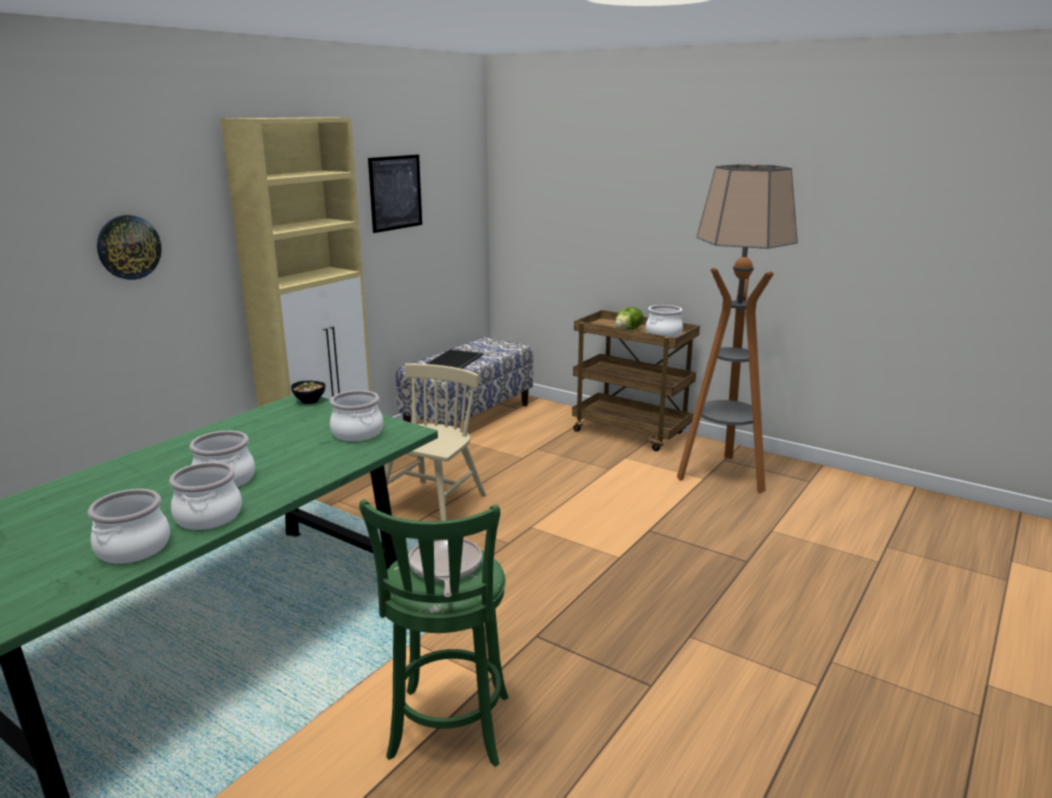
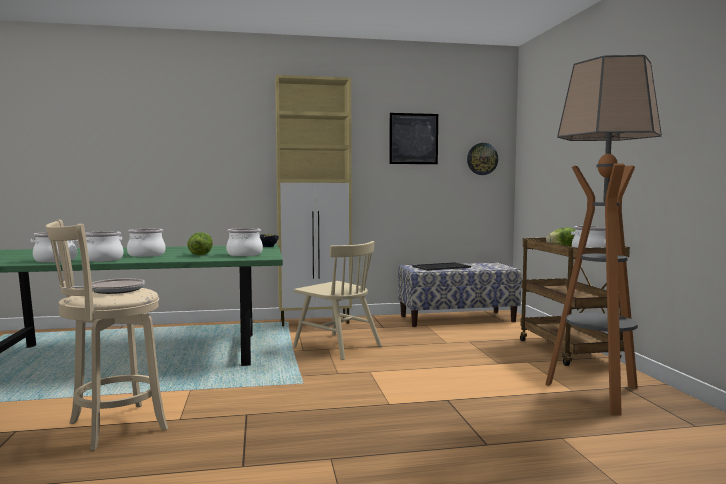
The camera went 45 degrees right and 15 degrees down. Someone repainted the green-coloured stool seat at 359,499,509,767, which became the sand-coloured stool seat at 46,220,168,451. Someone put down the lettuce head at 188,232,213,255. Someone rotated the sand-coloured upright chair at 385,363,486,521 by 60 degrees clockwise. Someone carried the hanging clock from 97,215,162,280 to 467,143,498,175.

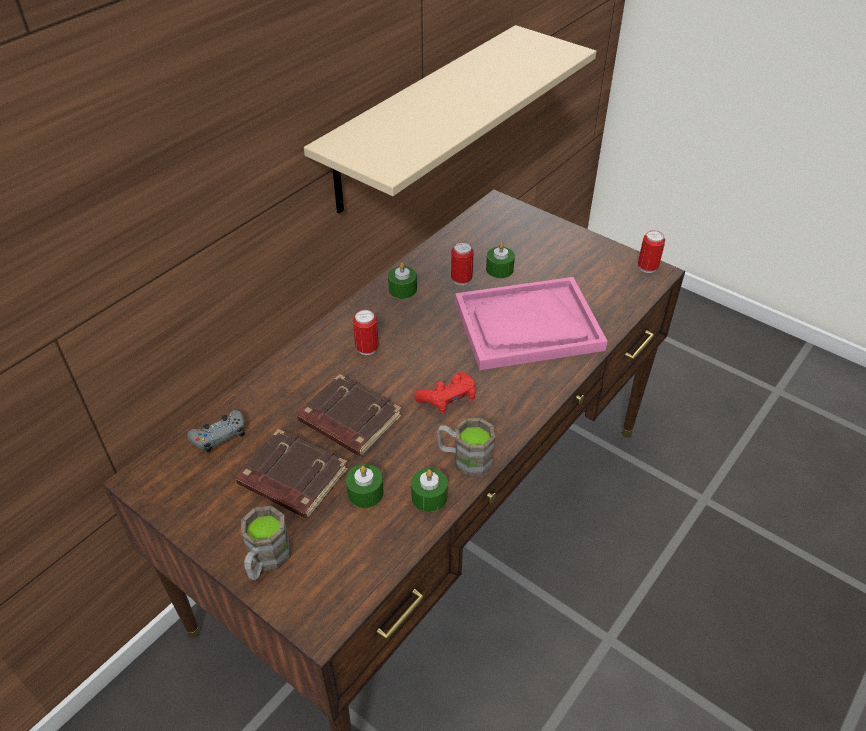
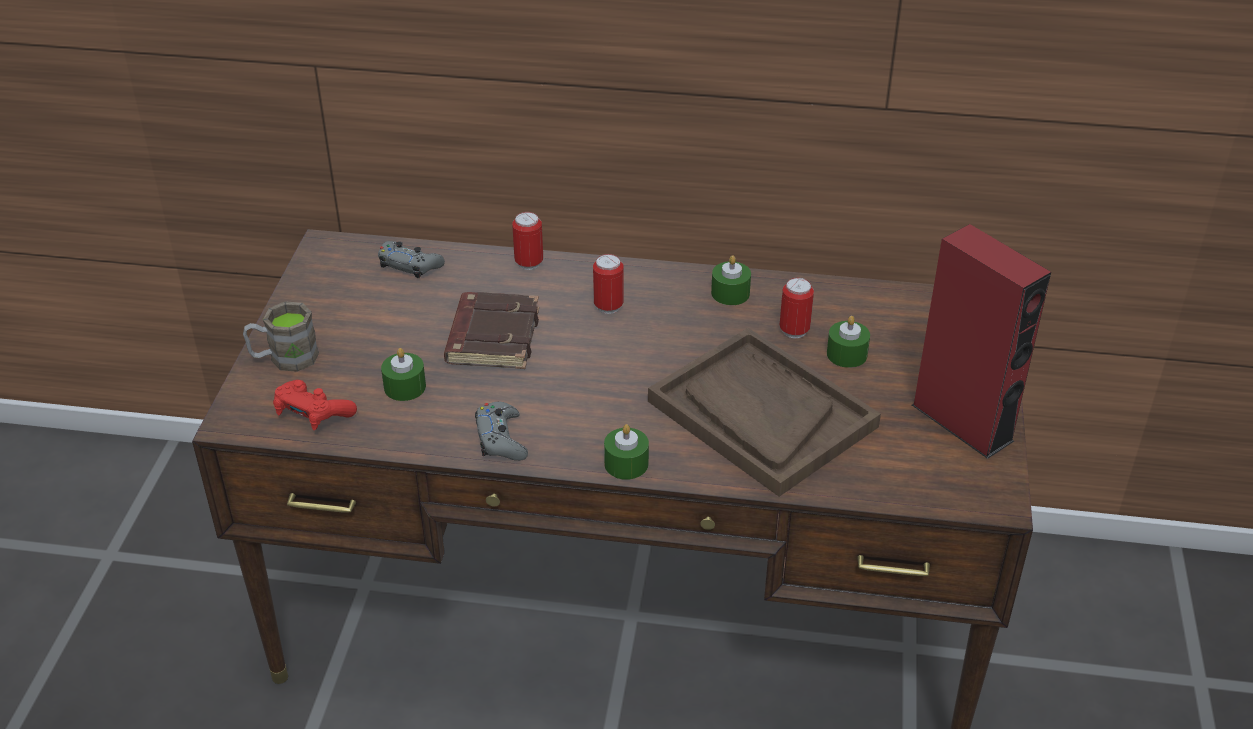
The camera went 60 degrees right and 5 degrees down. Someone carried the red-coloured game controller from 414,372,476,414 to 273,380,357,430. Someone swapped the brownish tea mug at 437,418,495,477 for the grey game controller at 475,401,528,461. Someone carried the metal can from 638,231,665,273 to 512,212,543,270. Someone carried the green-coloured wax light from 411,468,448,512 to 604,424,649,480. Someone repainted the pink carrying tray at 455,277,608,370, which became the brownish carrying tray at 648,328,881,497. Someone put down the red-coloured speaker at 912,224,1051,459. Someone took away the brownish bound book at 236,429,348,519. Someone took away the sand-coloured wall shelf at 304,25,597,213.

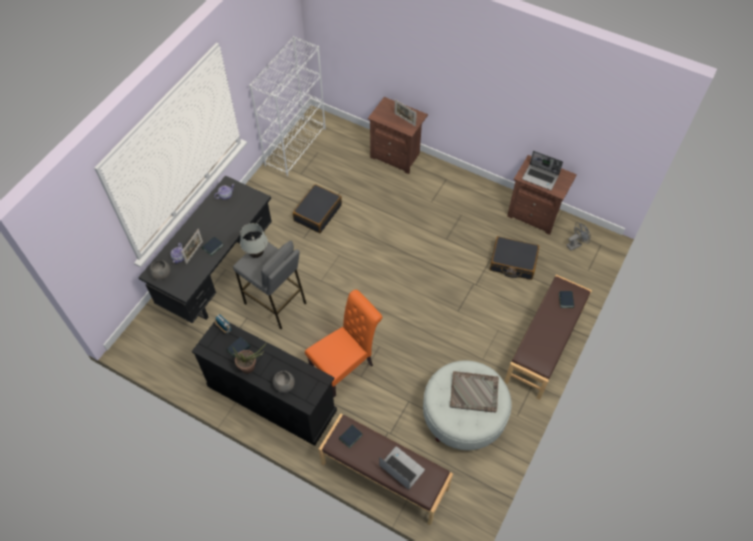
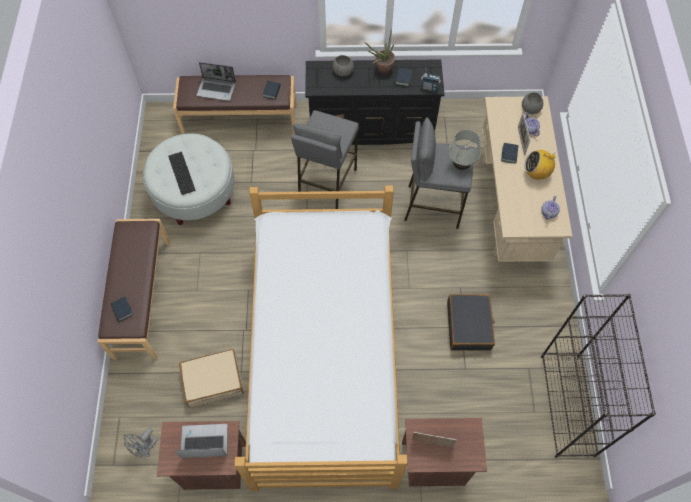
The camera went 150 degrees right and 5 degrees up. Someone swapped the grey carrying tray at 450,371,499,413 for the computer keyboard at 168,152,196,195. Someone repainted the black travel case at 490,236,539,280, which became the sand-coloured travel case at 179,349,244,408. Someone put down the bedroom bed at 234,185,408,491. Someone swapped the orange-coloured upright chair at 305,290,382,397 for the grey stool seat at 291,110,359,209. Someone repainted the black desk at 138,175,272,323, which became the sand-coloured desk at 482,96,572,262. Someone put down the radio at 525,150,558,180. Someone repainted the white bookcase at 249,36,325,176, which became the black bookcase at 541,294,656,458.

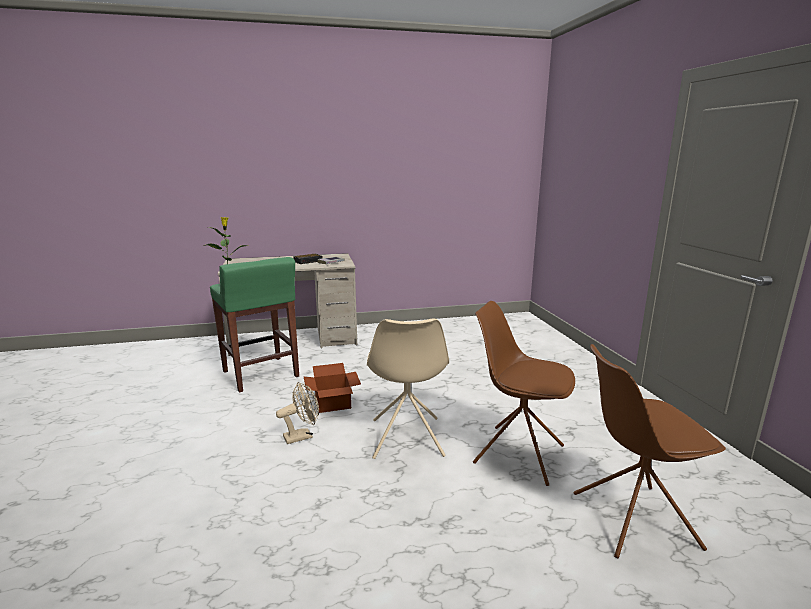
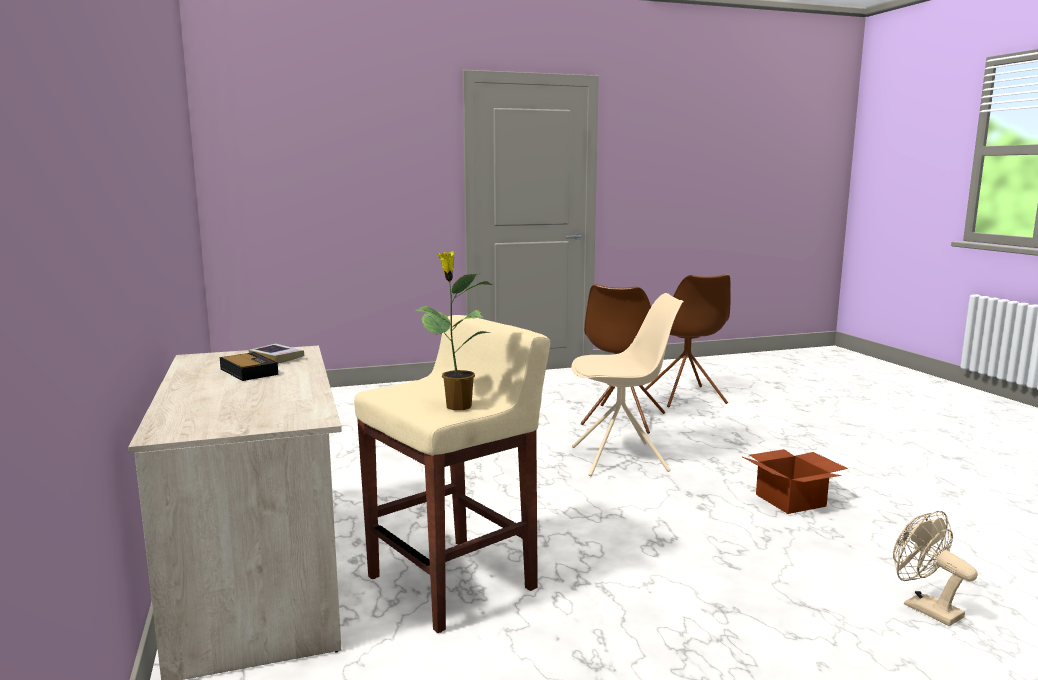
The camera went 95 degrees left and 5 degrees down. Someone repainted the green-coloured stool seat at 210,257,299,393, which became the sand-coloured stool seat at 354,315,550,633. Someone carried the packing box from 304,363,361,413 to 743,449,848,514. Someone carried the sand-coloured electric fan from 276,382,319,444 to 893,511,978,626.

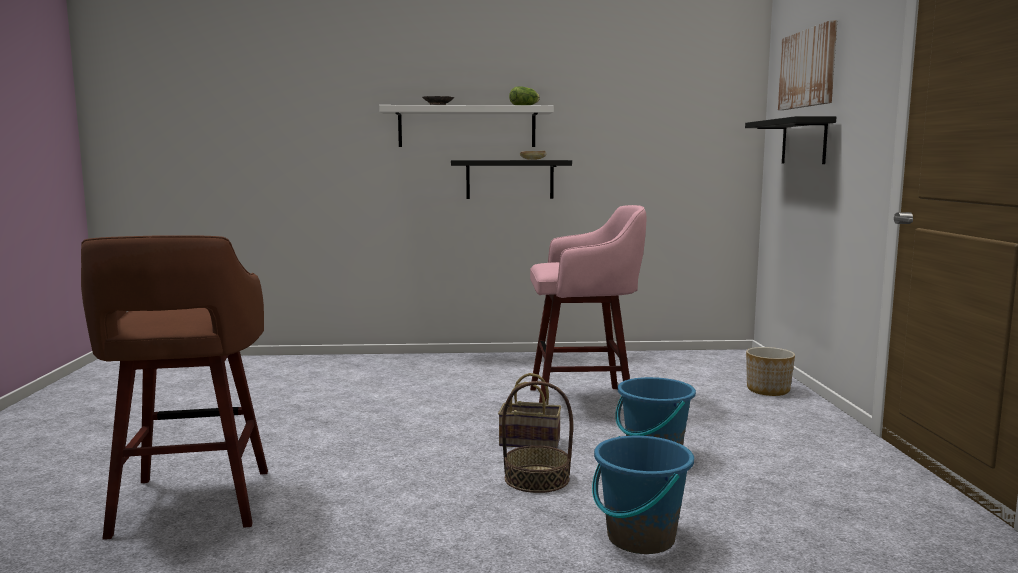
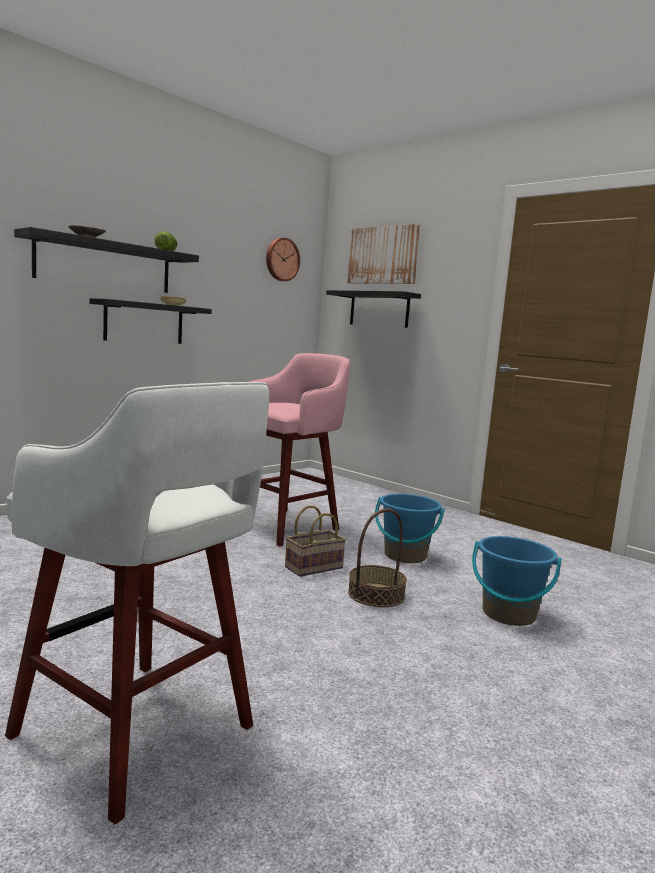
The camera went 45 degrees left and 0 degrees up. Someone repainted the brownish stool seat at 81,235,268,540, which became the white stool seat at 5,382,269,824. Someone repainted the white wall shelf at 379,105,553,147, which became the black wall shelf at 14,227,199,293. Someone put up the hanging clock at 266,238,300,281. Someone took away the plant pot at 746,347,795,396.

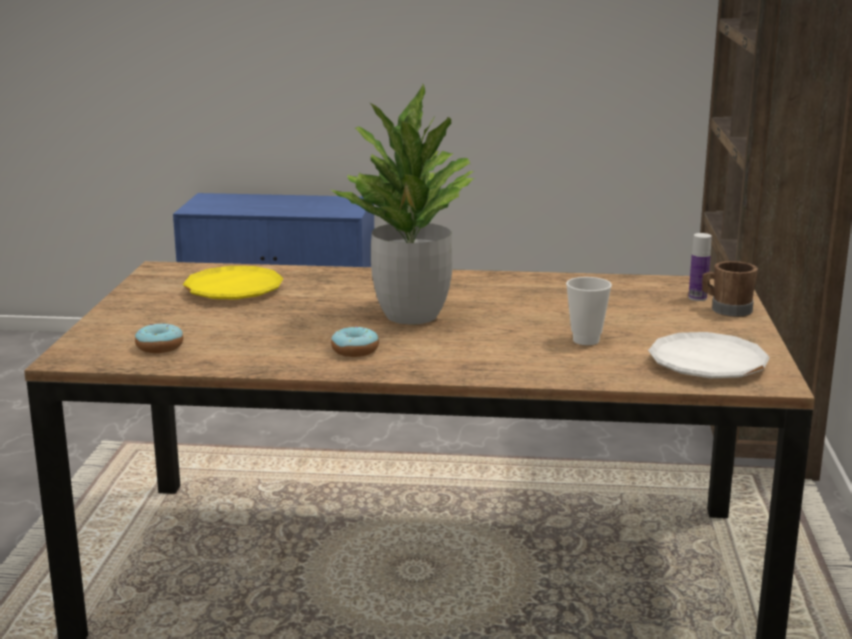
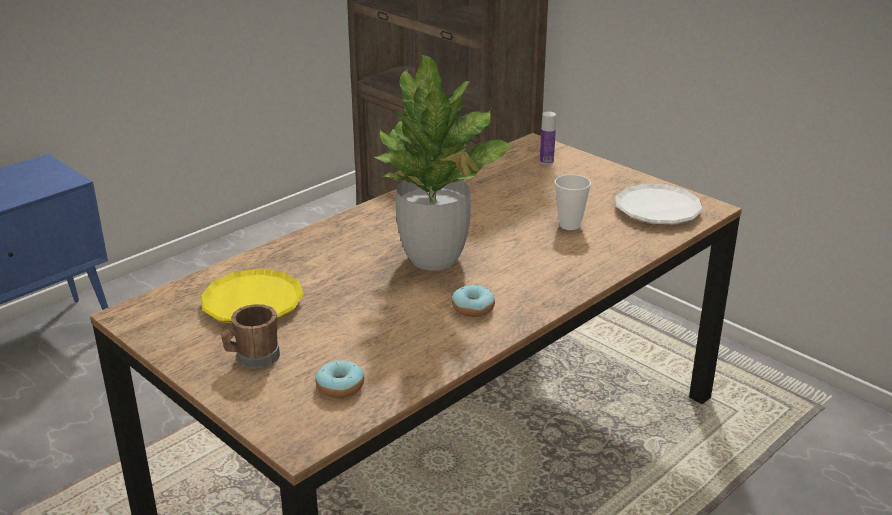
The camera went 50 degrees left and 10 degrees up. Someone carried the brownish tea mug from 702,261,758,317 to 221,304,280,369.

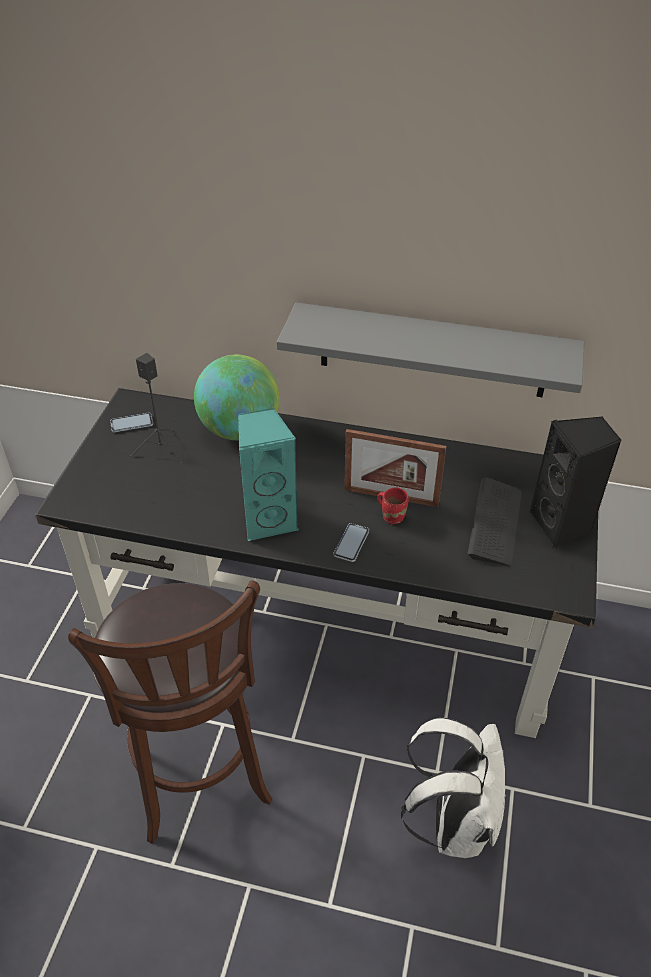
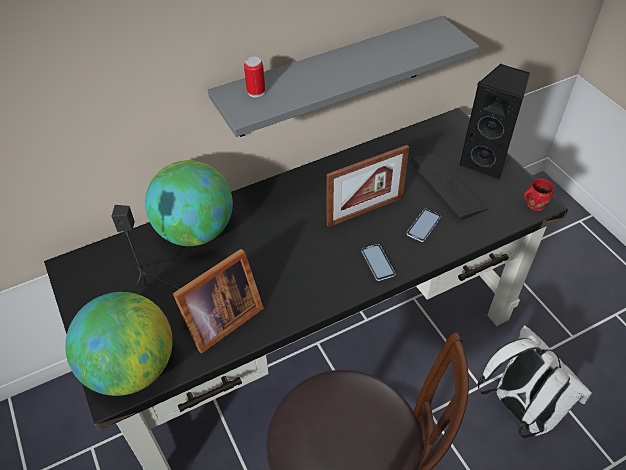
The camera went 40 degrees left and 5 degrees up. Someone put down the world globe at 65,292,173,396. Someone put down the photo frame at 173,249,264,354. Someone put down the metal can at 244,57,265,97. Someone carried the telephone from 110,413,153,432 to 407,209,441,242. Someone carried the red-coloured tea mug from 377,487,409,524 to 523,179,554,211. Someone took away the turquoise speaker at 238,408,299,542.

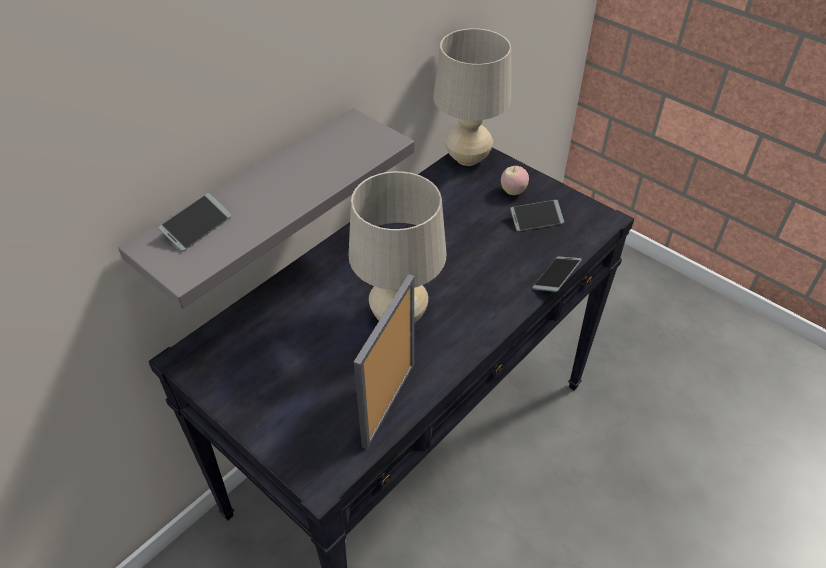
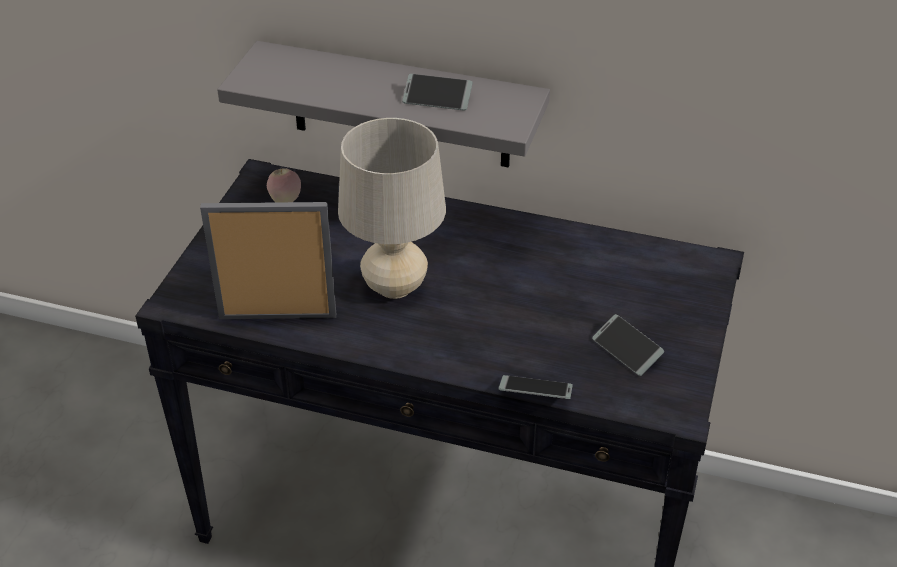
The camera went 65 degrees right and 5 degrees down. Someone carried the whole apple from 501,166,529,195 to 267,168,301,203. Someone carried the telephone from 158,193,232,251 to 402,74,473,110. Someone took away the sand-coloured tabletop lamp at 433,28,511,166.

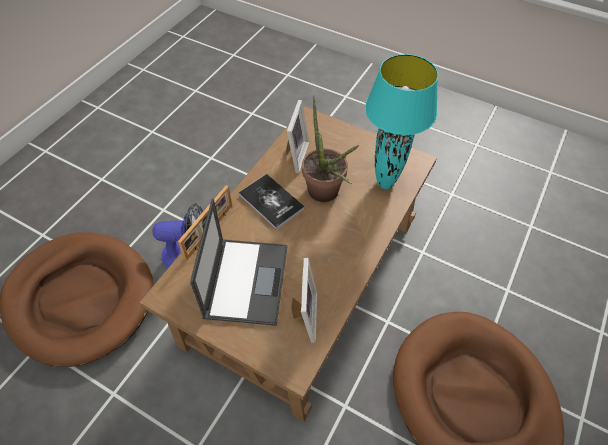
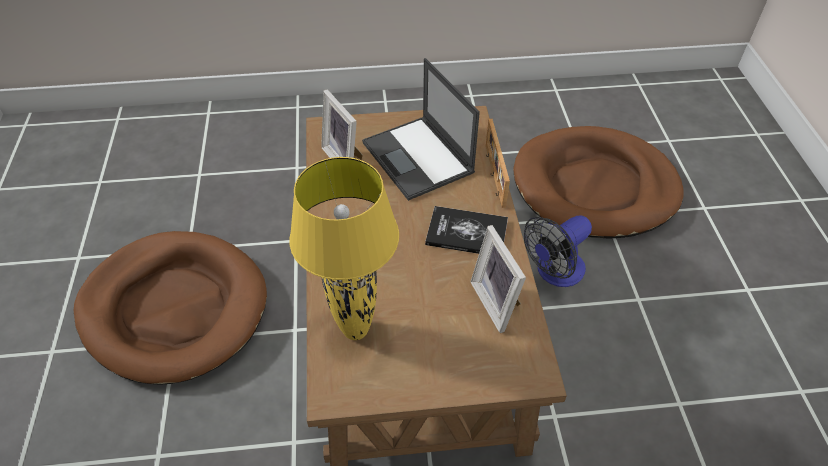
The camera went 145 degrees right and 5 degrees down. Someone repainted the turquoise tabletop lamp at 365,54,438,189, which became the yellow-coloured tabletop lamp at 289,157,399,340. Someone took away the houseplant at 302,96,359,202.

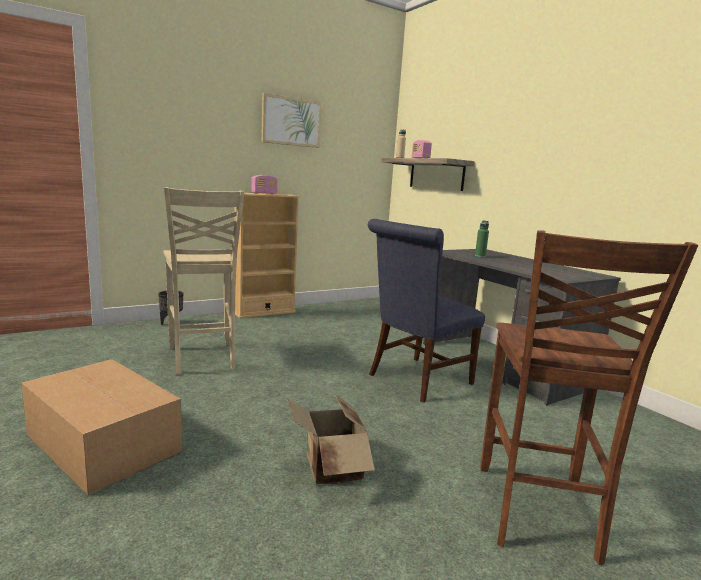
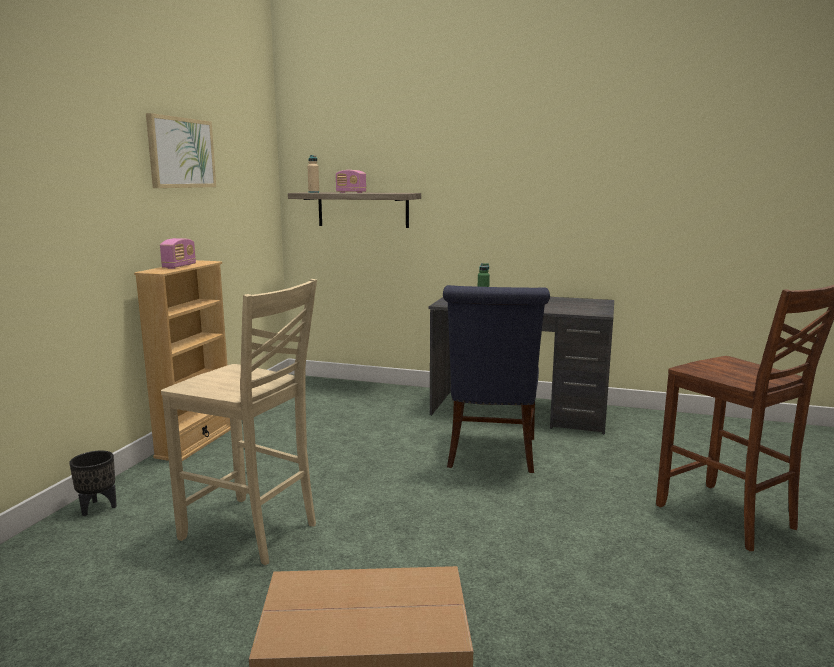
The camera went 40 degrees left and 0 degrees up. Someone took away the packing box at 287,394,375,484.

